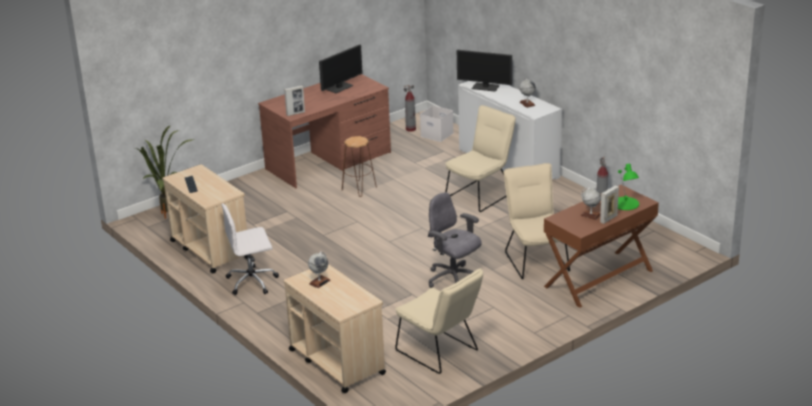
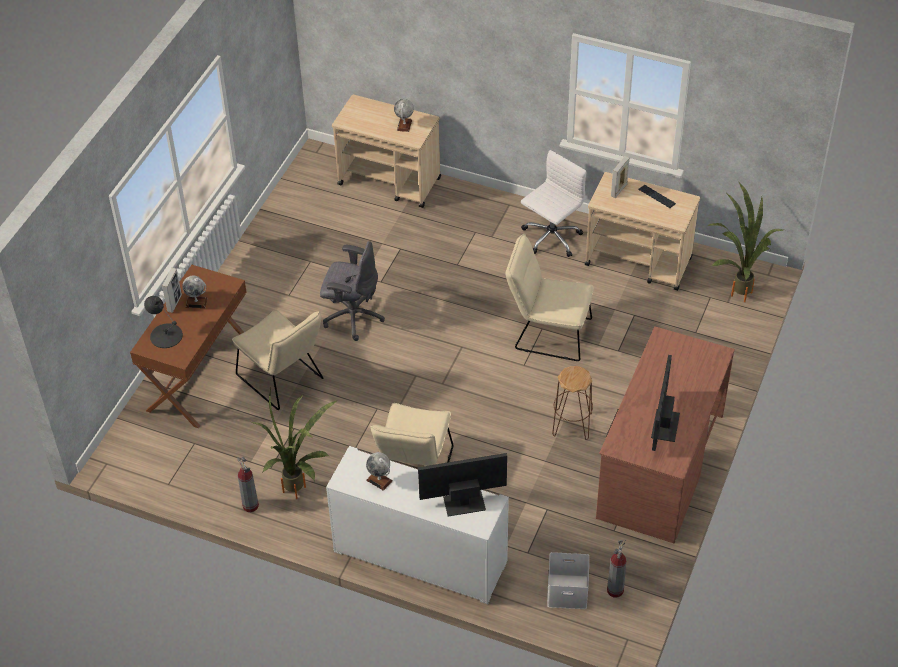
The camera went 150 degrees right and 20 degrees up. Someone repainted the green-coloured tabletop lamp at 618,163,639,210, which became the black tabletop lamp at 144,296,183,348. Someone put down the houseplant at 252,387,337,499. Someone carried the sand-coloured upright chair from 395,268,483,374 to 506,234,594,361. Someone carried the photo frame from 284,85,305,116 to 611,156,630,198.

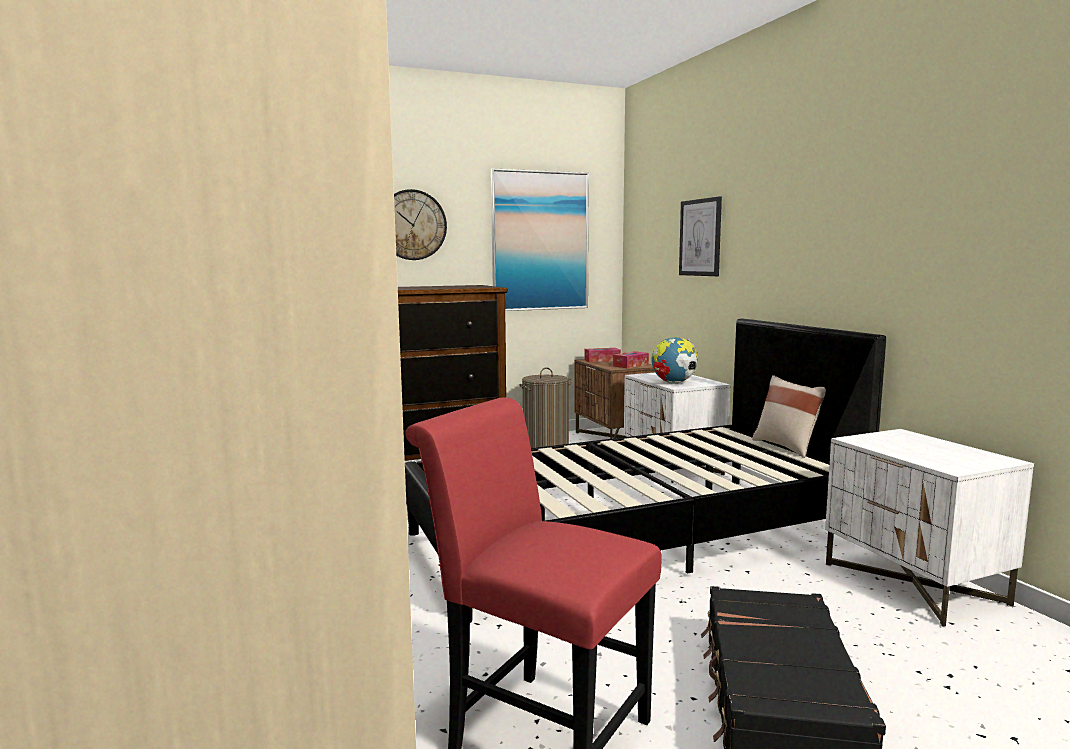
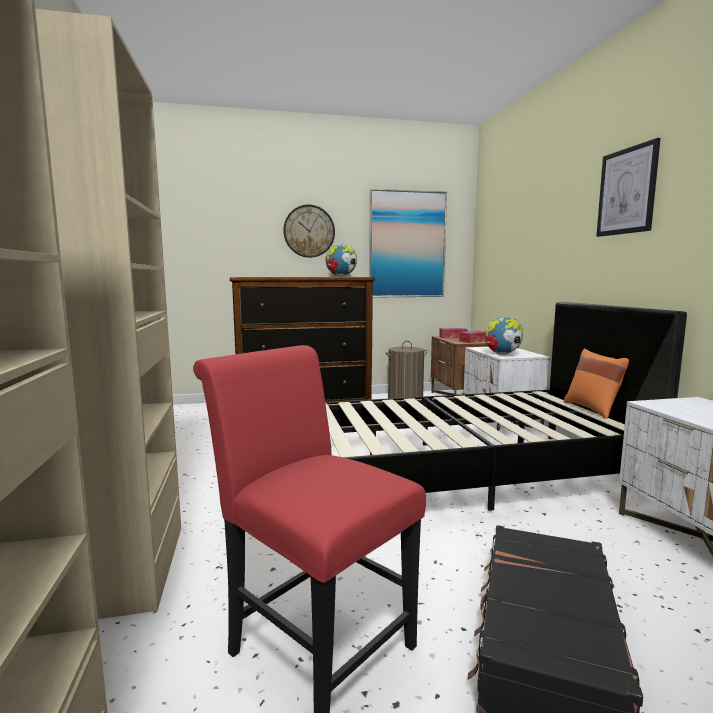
The camera went 10 degrees right and 0 degrees up. Someone put down the world globe at 326,244,357,277. Someone repainted the sand-coloured throw pillow at 752,375,826,458, which became the orange-coloured throw pillow at 564,348,629,419. Someone carried the wall picture from 679,196,722,276 to 596,138,661,237.

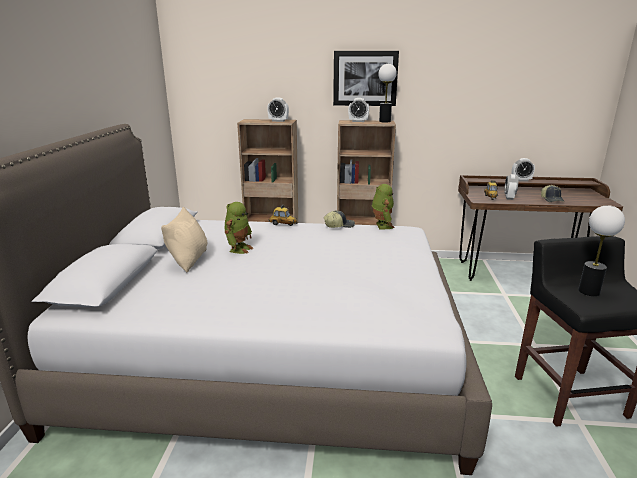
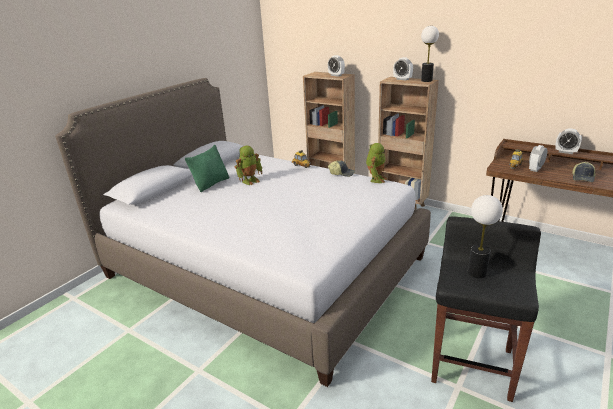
The camera went 30 degrees right and 5 degrees up. Someone repainted the sand-coloured throw pillow at 161,207,207,272, which became the green-coloured throw pillow at 185,145,229,192. Someone took away the wall picture at 333,51,399,106.

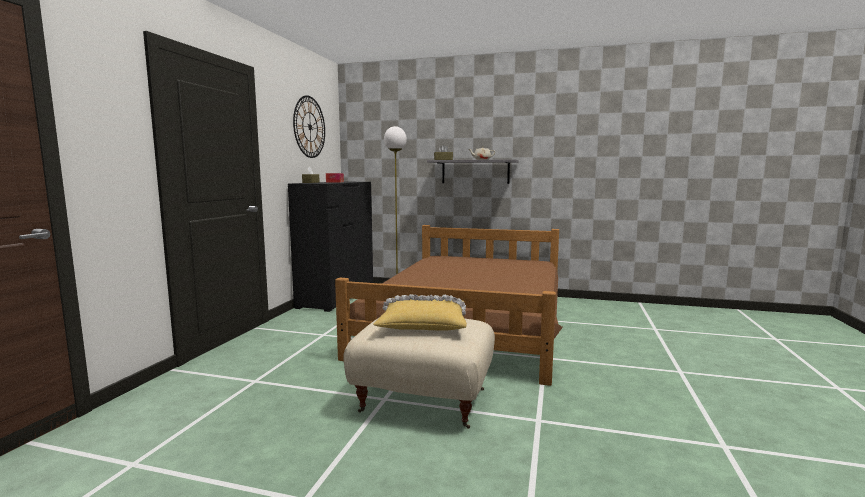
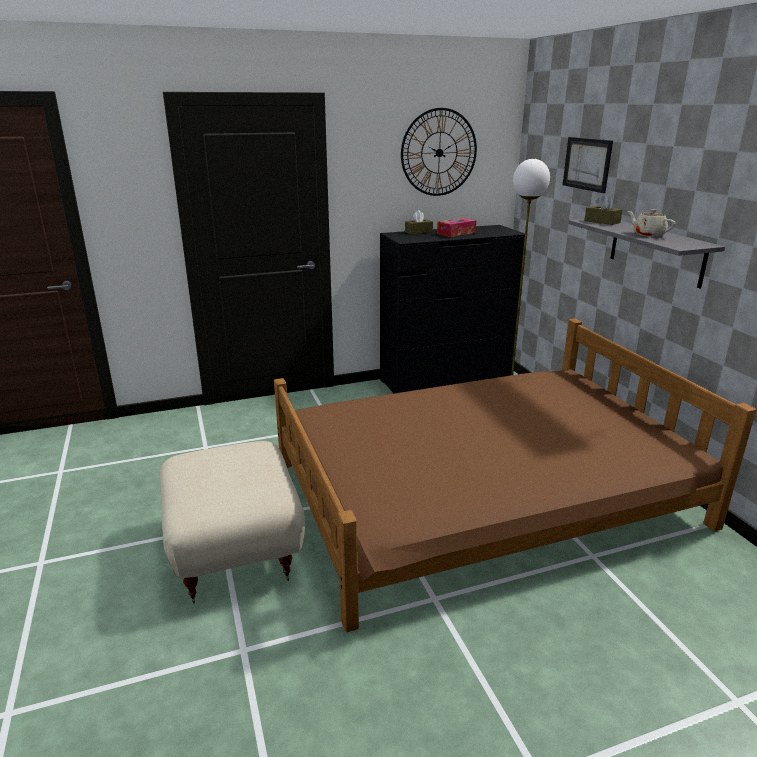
The camera went 55 degrees right and 15 degrees up. Someone put up the wall picture at 563,137,613,193. Someone took away the yellow-coloured throw pillow at 373,294,467,330.

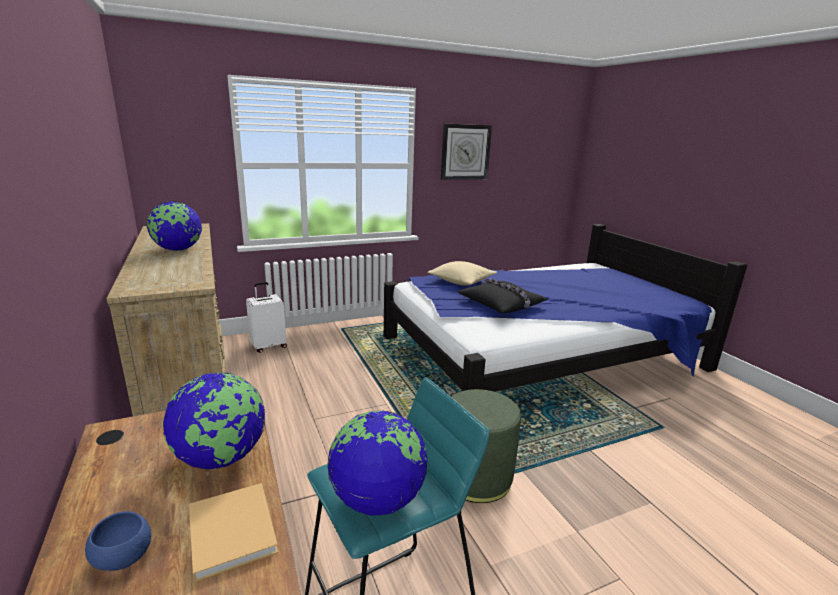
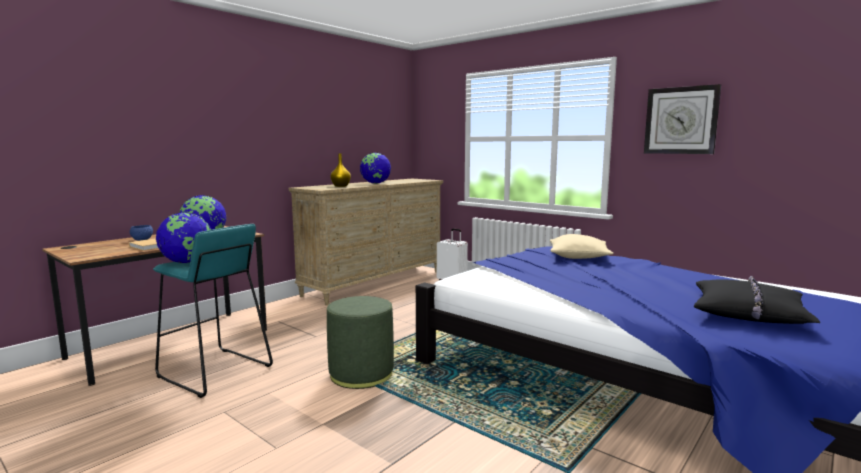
The camera went 65 degrees right and 10 degrees down. Someone put down the yellow-coloured vase at 331,153,351,187. Someone carried the black throw pillow from 457,279,548,313 to 694,276,820,324.

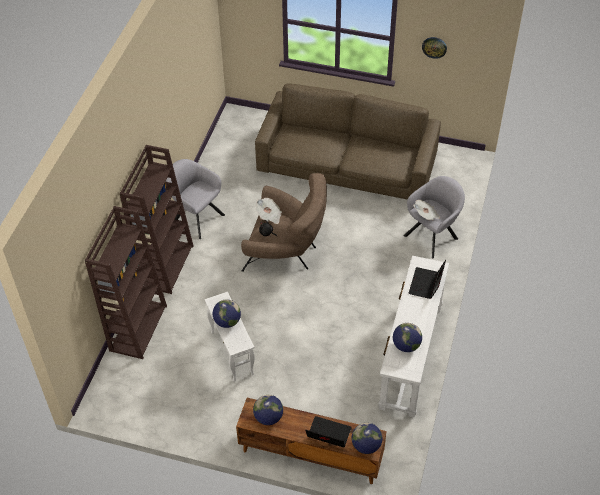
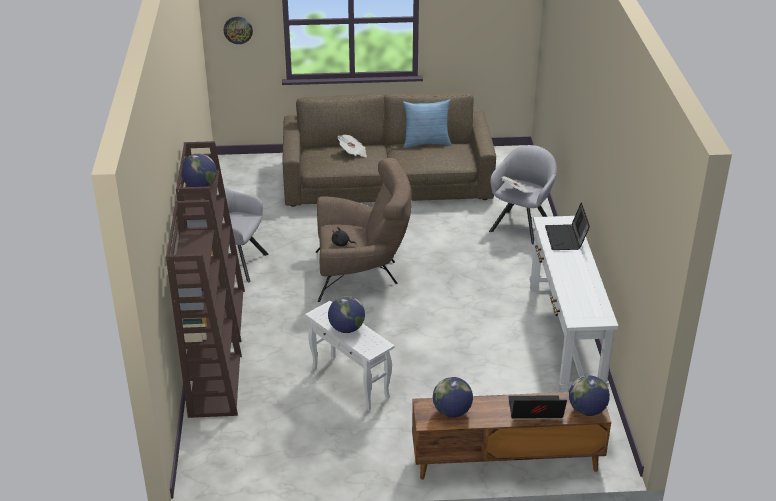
The camera went 20 degrees left and 15 degrees down. Someone carried the world globe from 393,323,422,352 to 182,153,217,187. Someone carried the hanging clock from 422,37,447,59 to 224,17,253,44. Someone carried the newspaper from 256,198,282,224 to 337,135,367,157. Someone put down the throw pillow at 403,99,452,148.

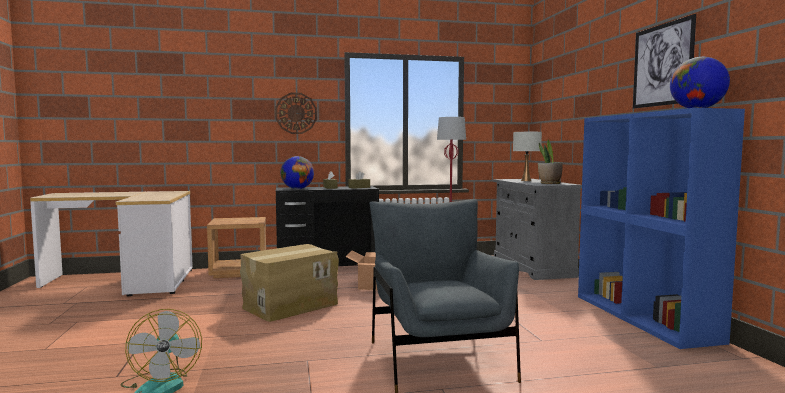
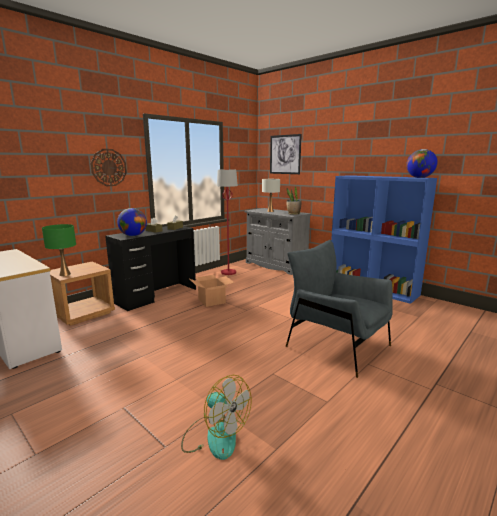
The camera went 35 degrees left and 10 degrees up. Someone put down the green-coloured tabletop lamp at 42,224,76,276. Someone carried the wall picture from 633,14,696,108 to 270,134,302,174. Someone took away the packing box at 240,244,339,322.

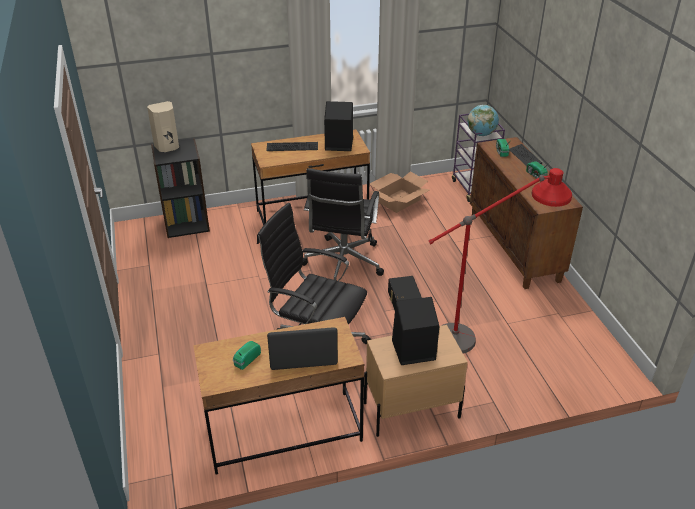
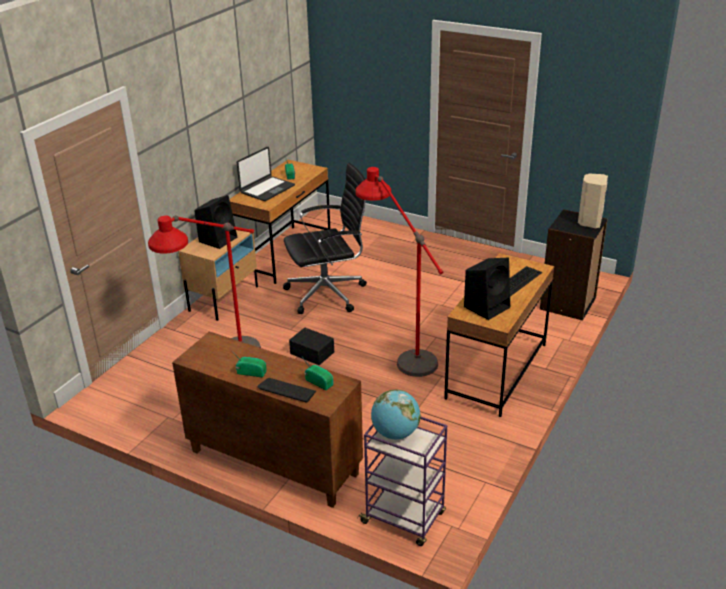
The camera went 135 degrees right and 5 degrees down. Someone swapped the black desk chair at 302,168,384,280 for the red-coloured floor lamp at 356,167,443,377. Someone took away the packing box at 370,172,430,213.

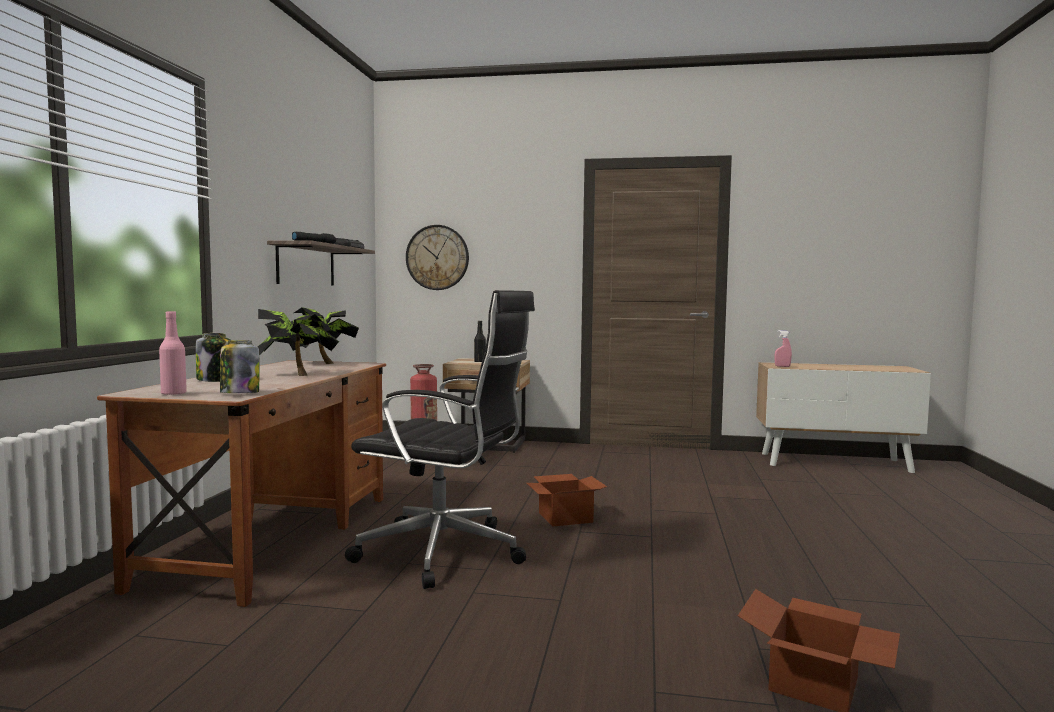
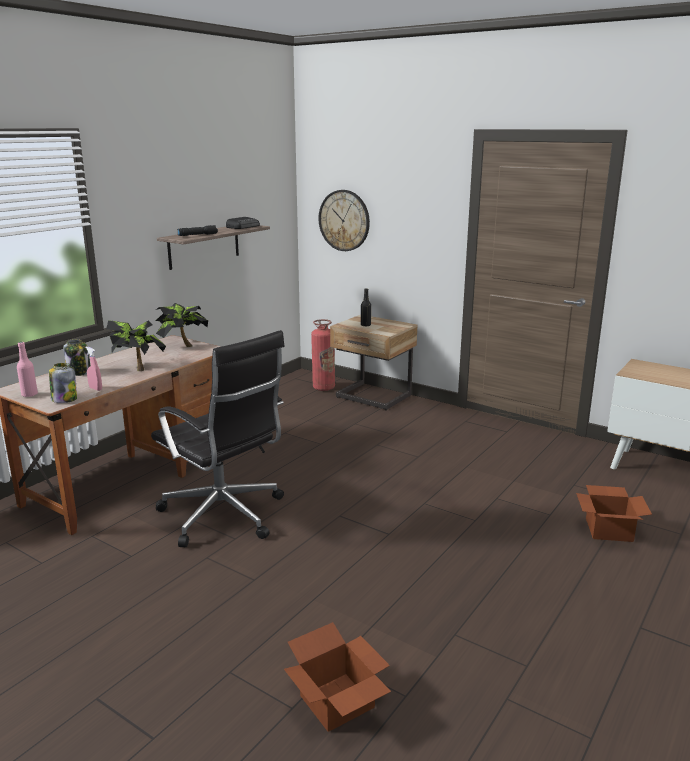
The camera went 25 degrees right and 15 degrees up. Someone carried the pink spray bottle from 775,330,792,367 to 85,347,102,391. Someone carried the packing box from 527,474,607,526 to 576,485,652,542.

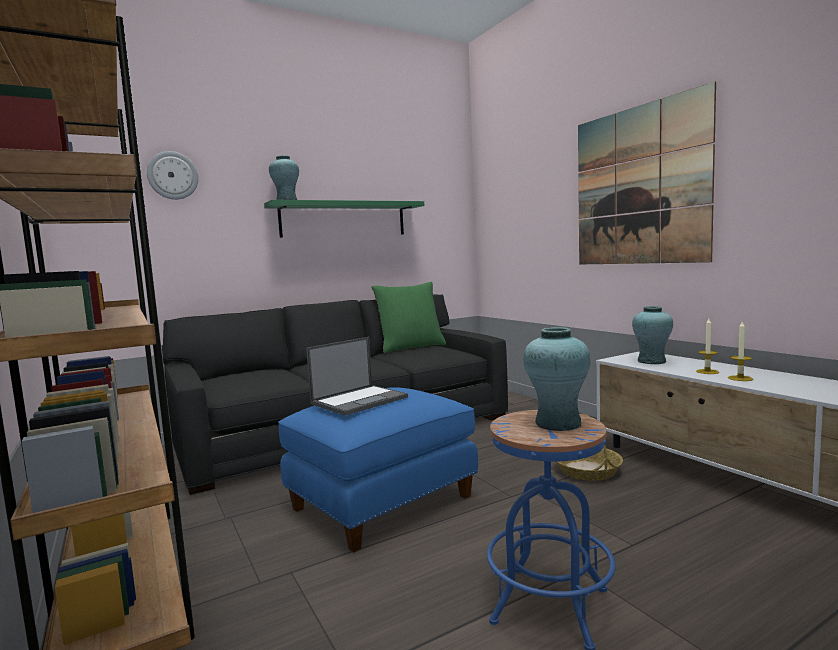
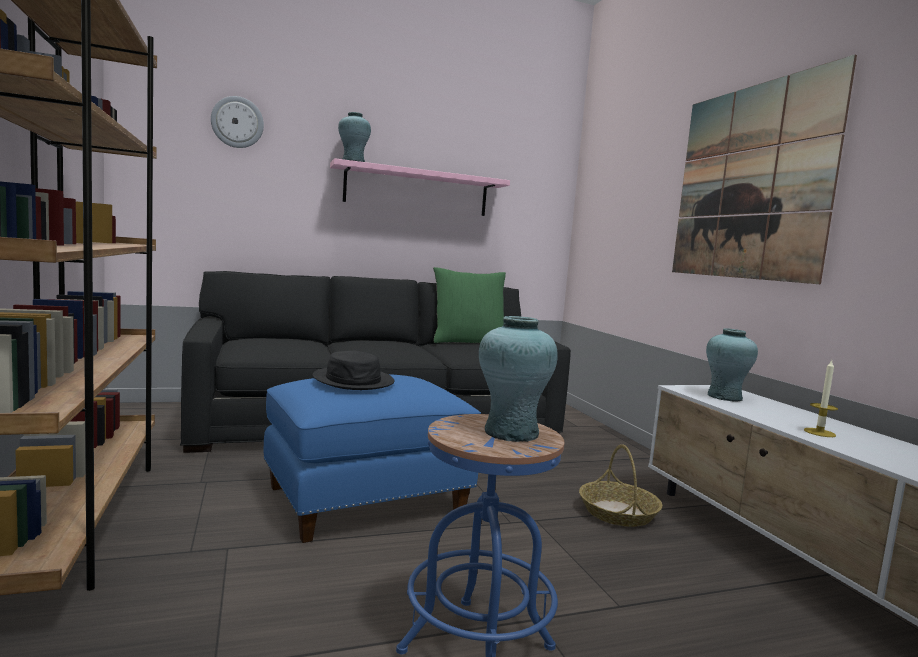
The camera went 10 degrees right and 0 degrees up. Someone swapped the portable computer at 306,337,408,416 for the black clothing hat at 313,351,394,390. Someone repainted the green-coloured wall shelf at 264,200,424,238, which became the pink wall shelf at 330,158,510,216. Someone took away the wax light at 696,318,719,374.

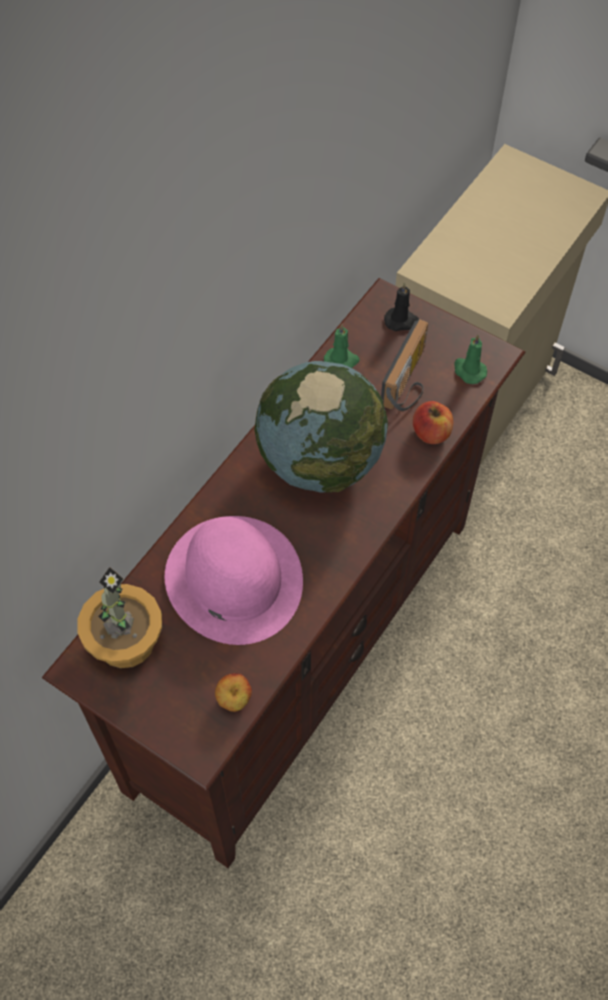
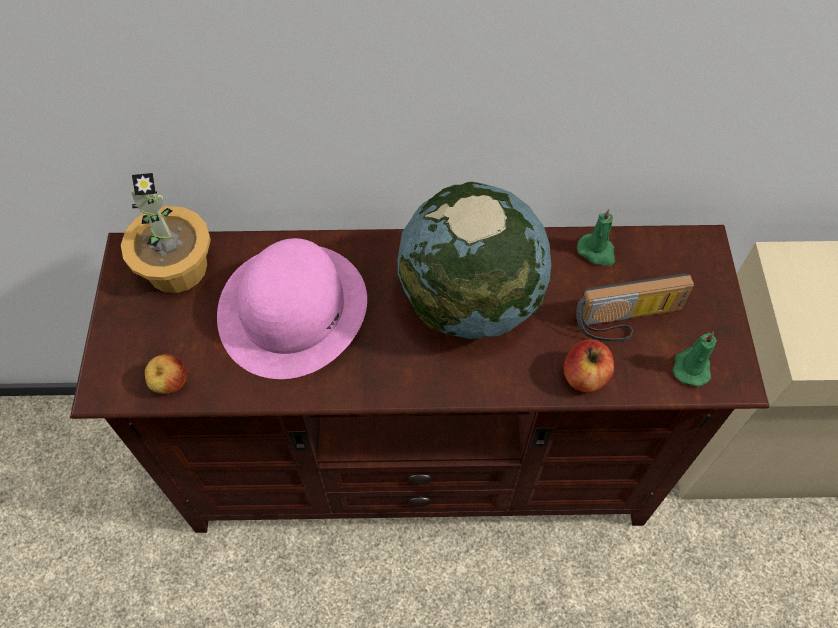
The camera went 55 degrees right and 0 degrees up. Someone took away the black wax light at 384,283,419,331.

